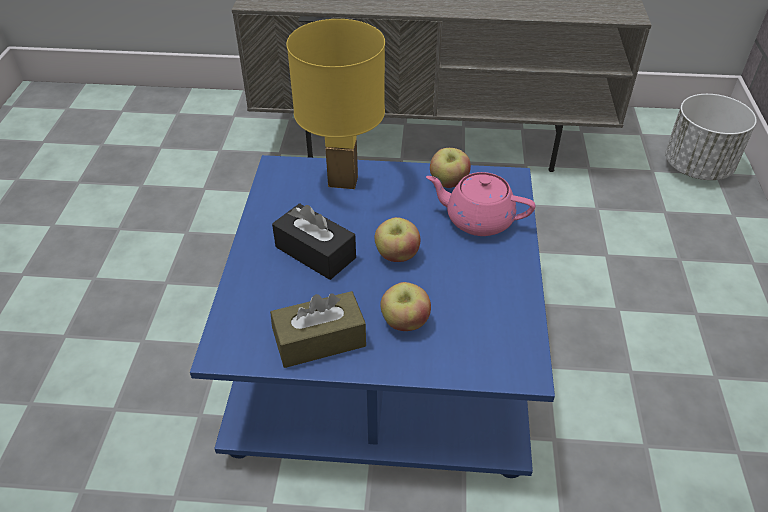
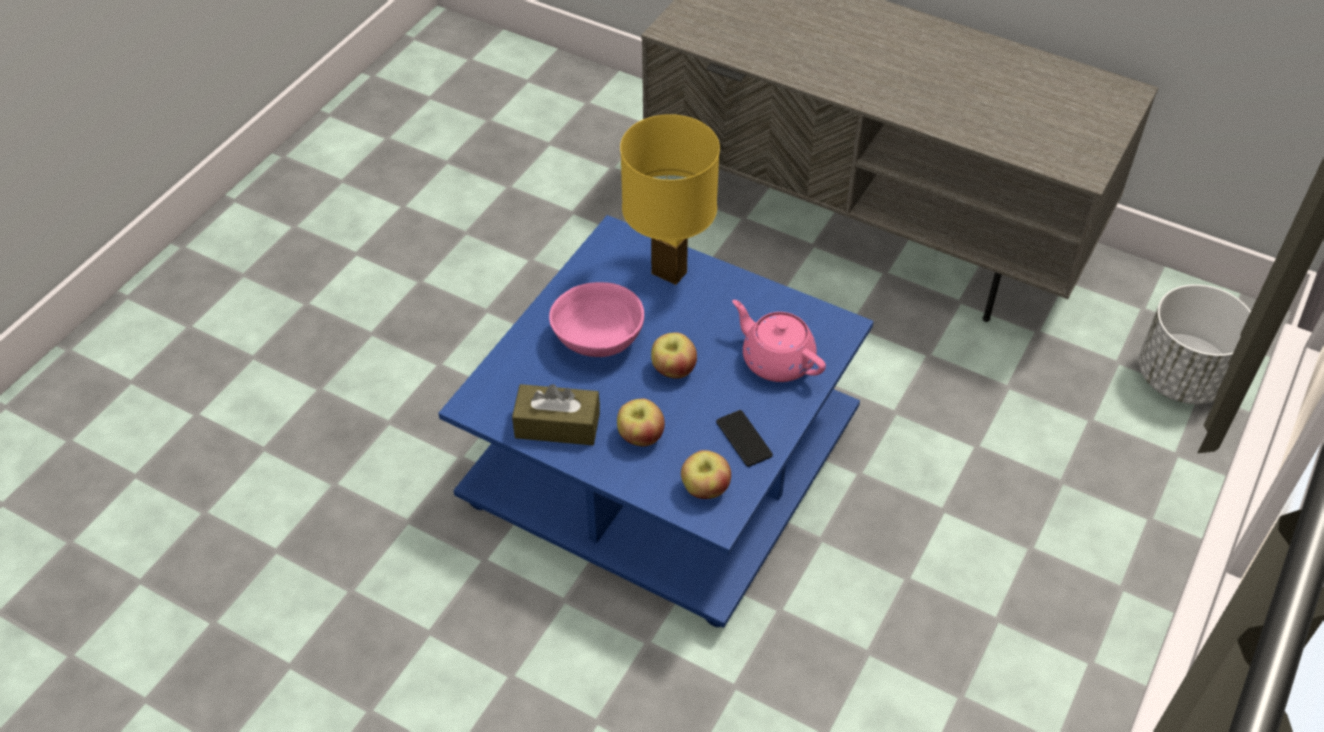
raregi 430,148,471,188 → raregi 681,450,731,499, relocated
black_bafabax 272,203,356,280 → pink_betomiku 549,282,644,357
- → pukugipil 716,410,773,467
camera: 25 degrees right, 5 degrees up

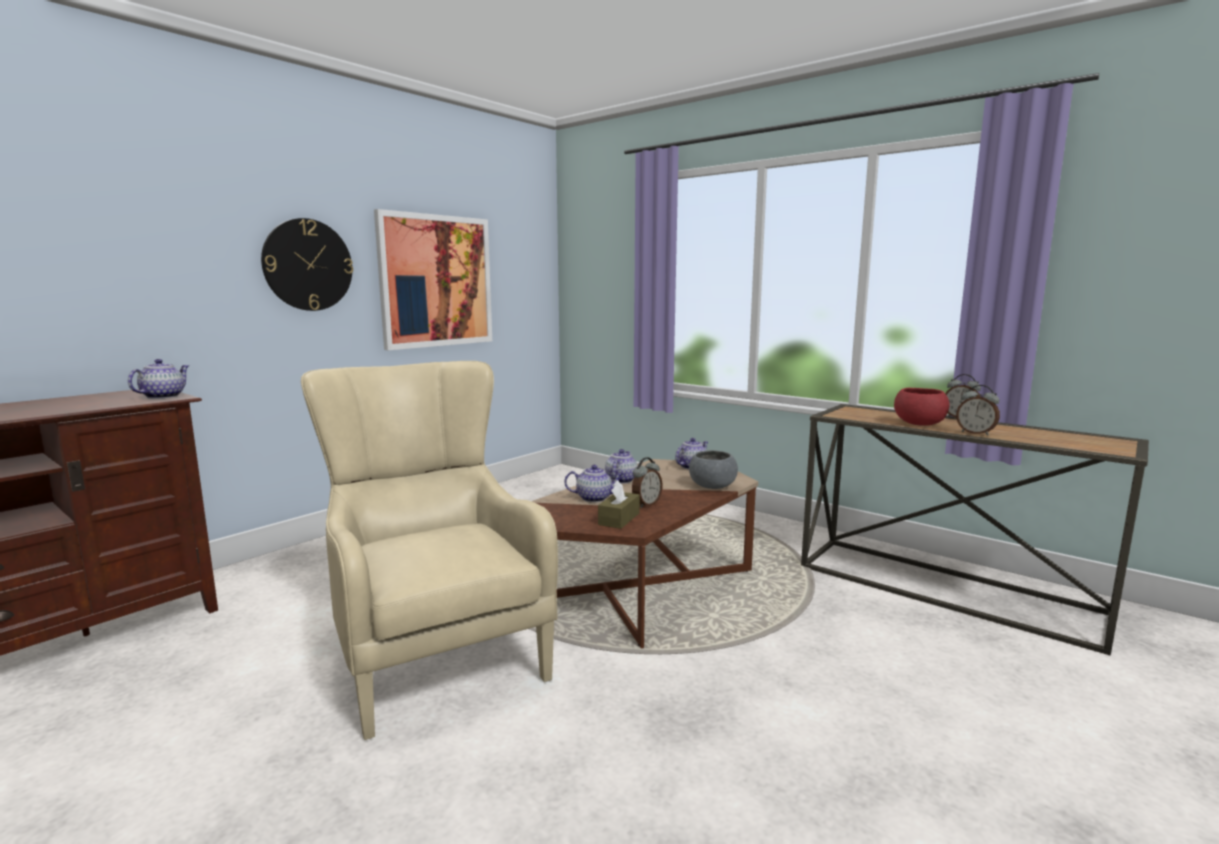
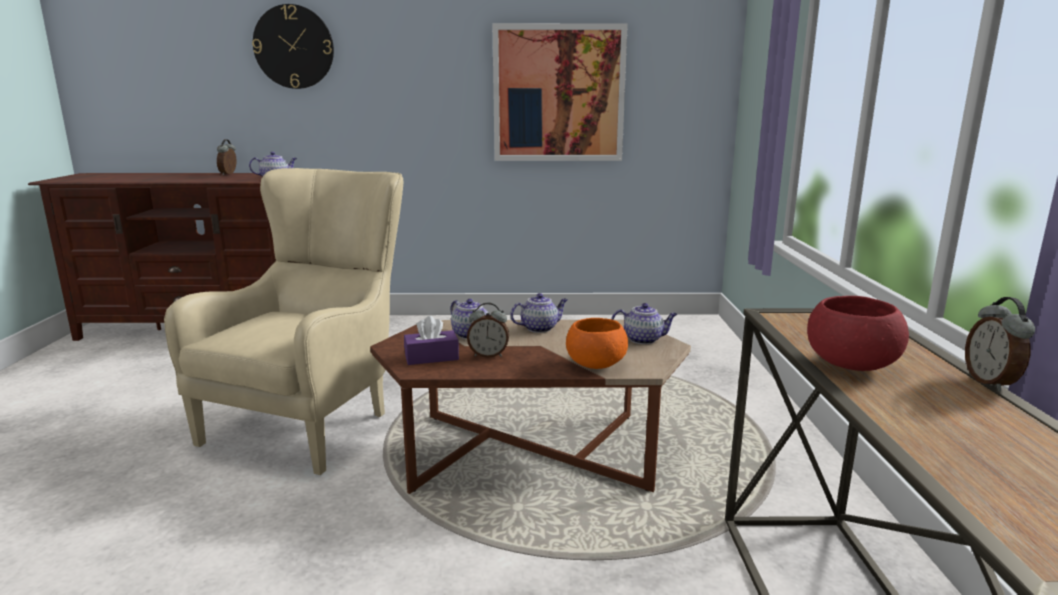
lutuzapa 261,218,353,311 → lutuzapa 252,4,334,89, relocated
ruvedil 956,385,1000,436 → ruvedil 217,139,237,175, relocated
grey_betomiku 689,450,738,489 → orange_betomiku 566,318,628,369
brown_bafabax 598,480,640,529 → purple_bafabax 404,316,459,365
camera: 50 degrees right, 5 degrees up

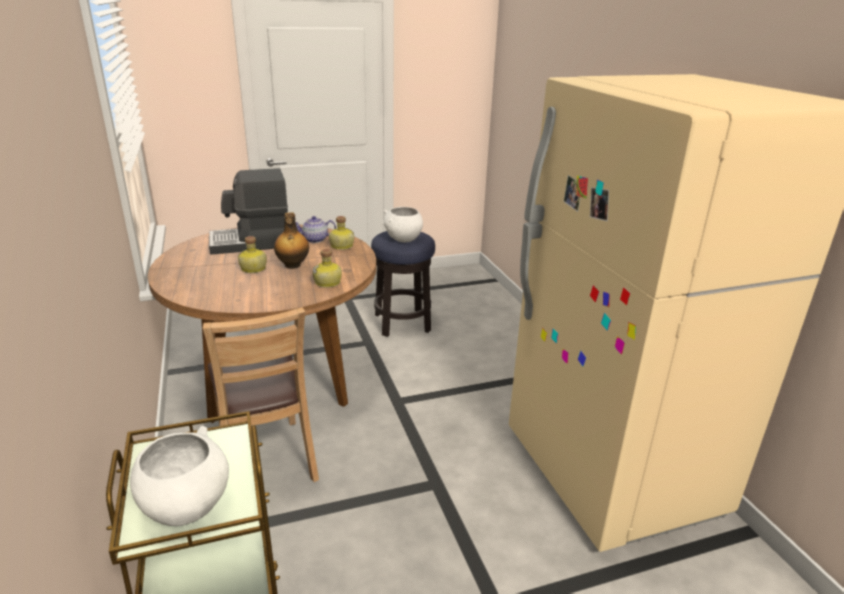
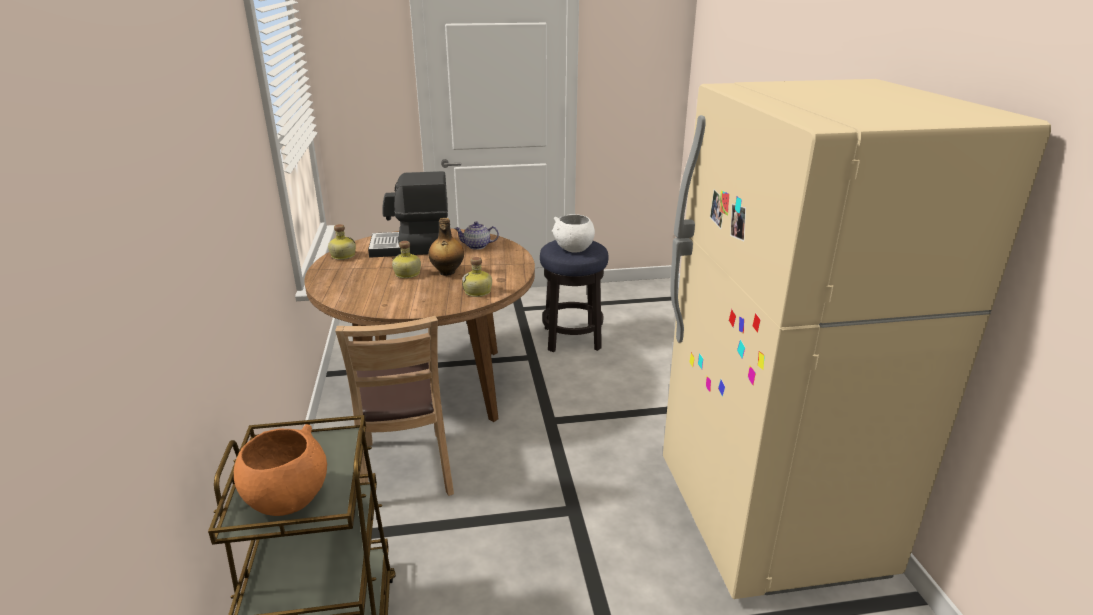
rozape 329,216,354,250 → rozape 328,224,356,260, relocated
white_betomiku 130,426,229,526 → orange_betomiku 234,424,327,516
camera: 10 degrees right, 0 degrees up

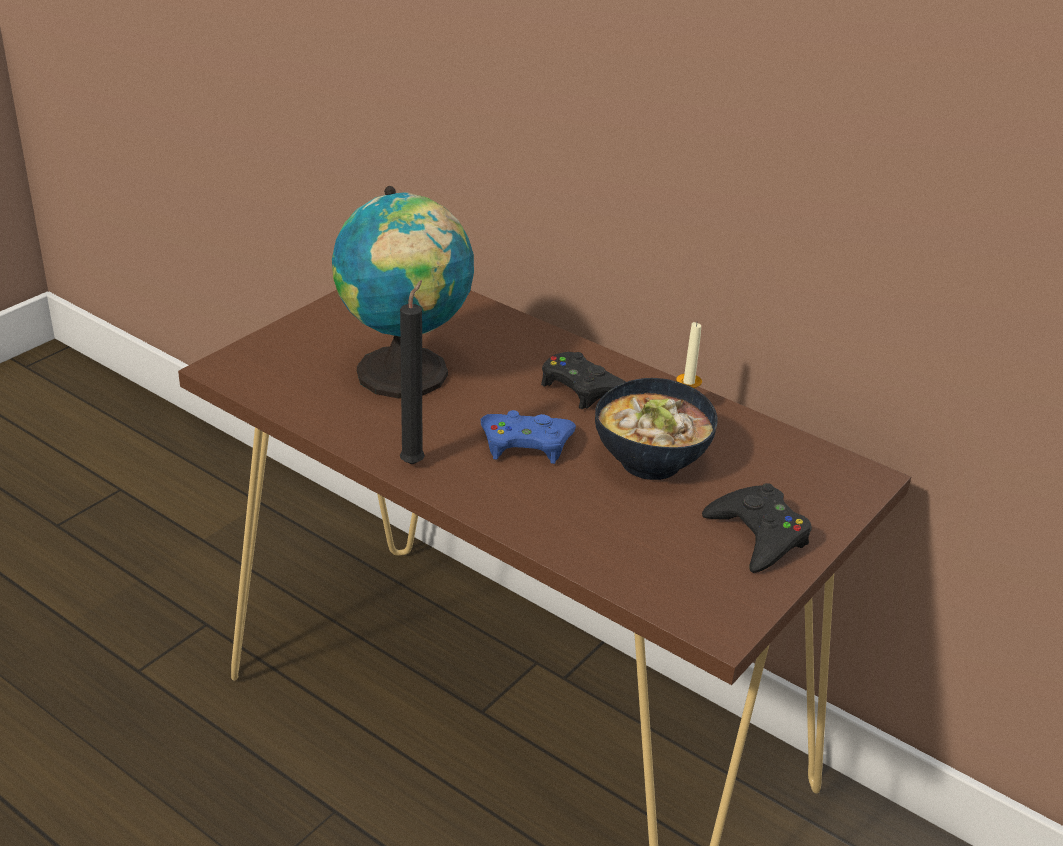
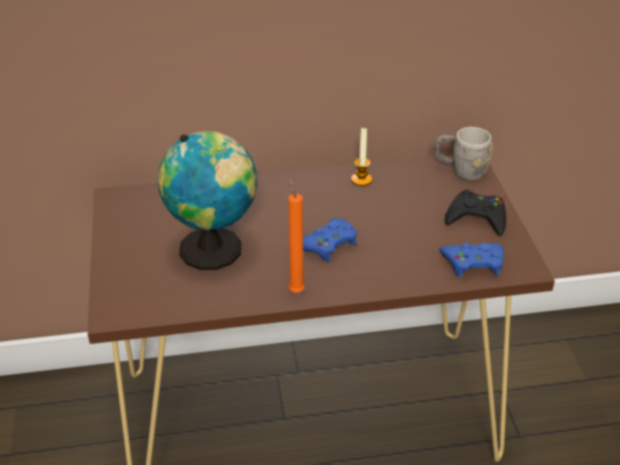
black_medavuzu 400,280,425,464 → orange_medavuzu 288,178,305,292
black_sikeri 541,352,626,409 → -
betomiku 595,378,718,480 → -
- → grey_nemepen 435,127,493,180
- → blue_sikeri 440,243,504,278
camera: 45 degrees left, 5 degrees up

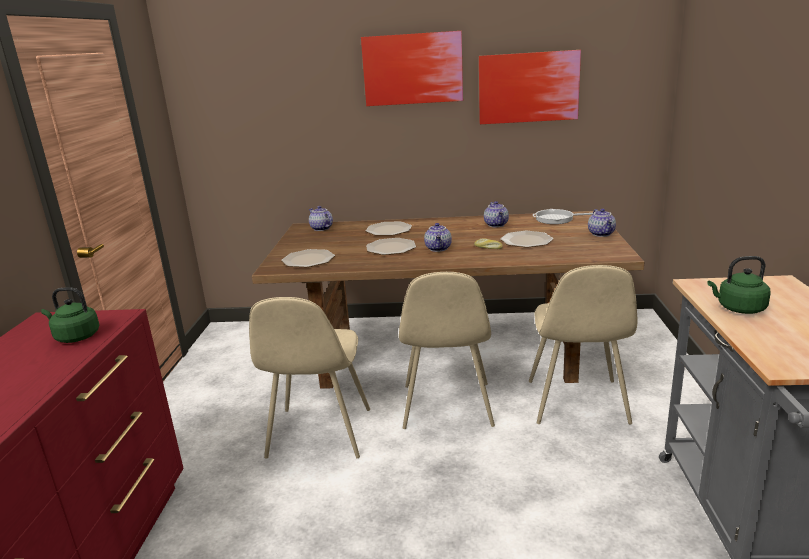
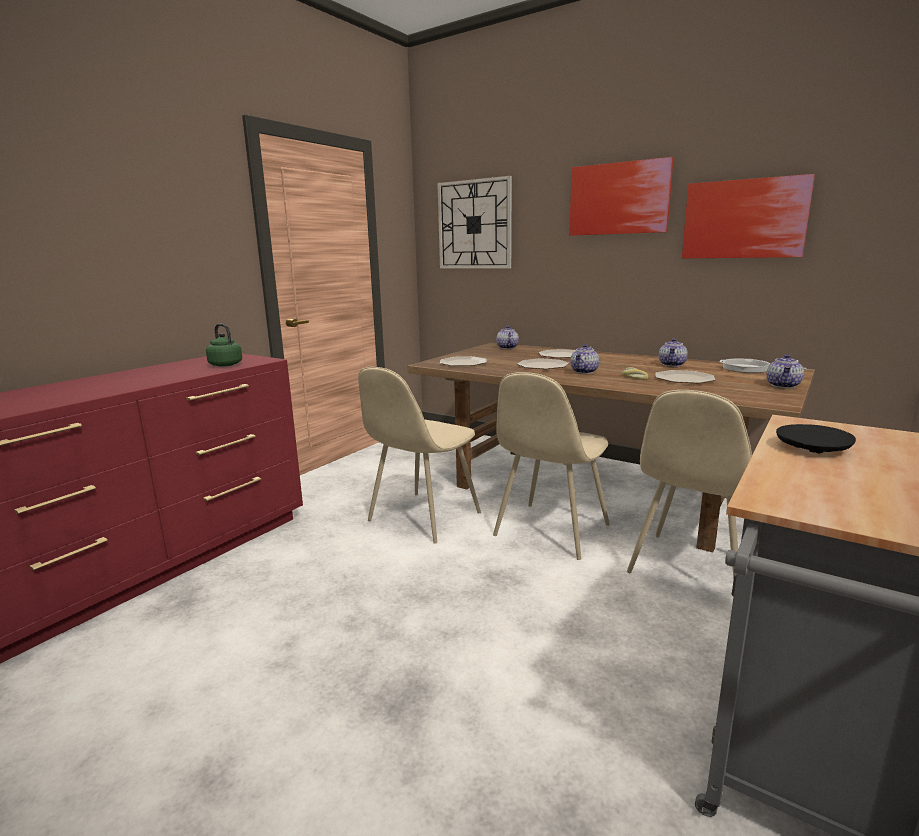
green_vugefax 707,256,771,314 → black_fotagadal 776,424,856,453
- → lutuzapa 437,176,512,269
camera: 30 degrees right, 5 degrees down

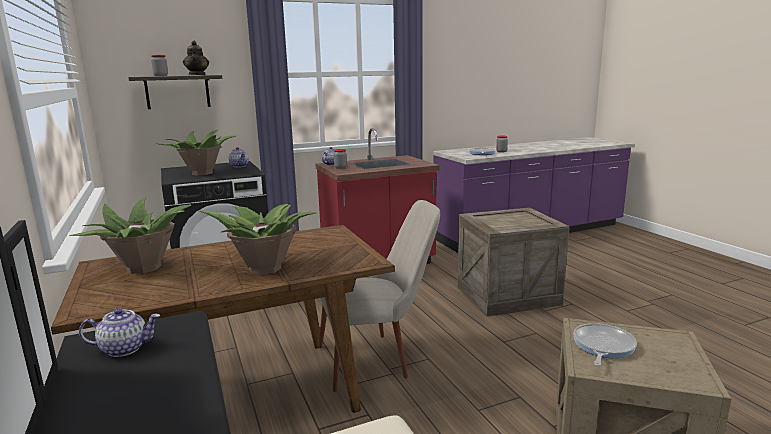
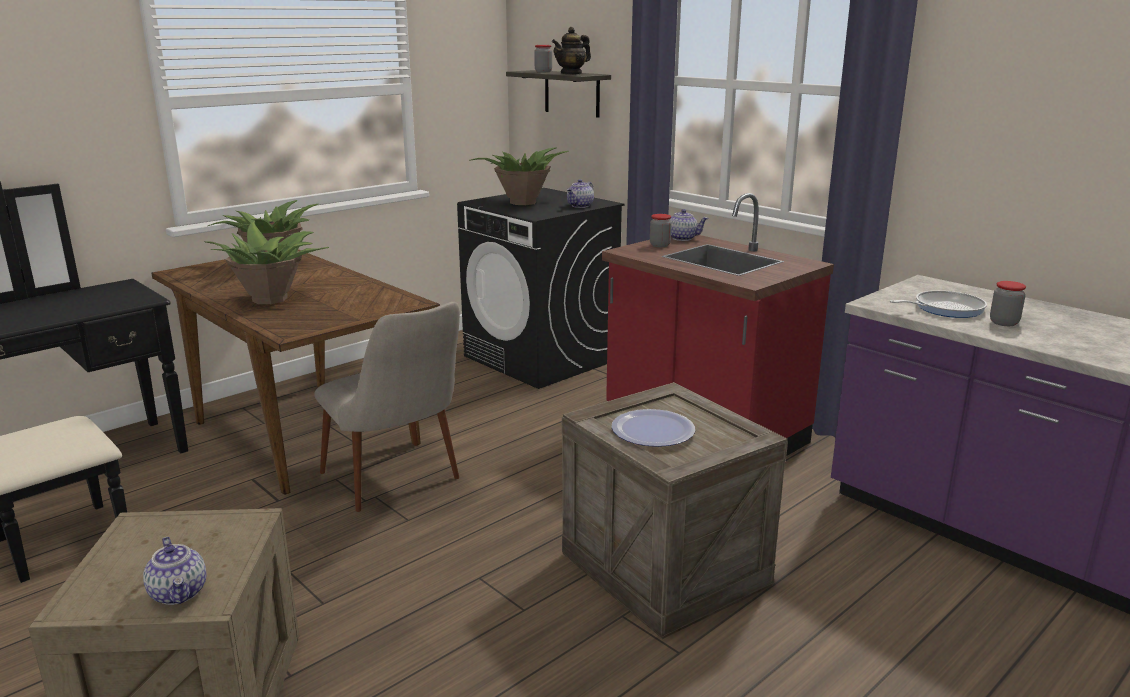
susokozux 79,308,160,357 → susokozux 143,537,206,605, relocated
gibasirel 573,323,637,366 → -
- → fotagadal 611,409,695,447
camera: 70 degrees right, 5 degrees up

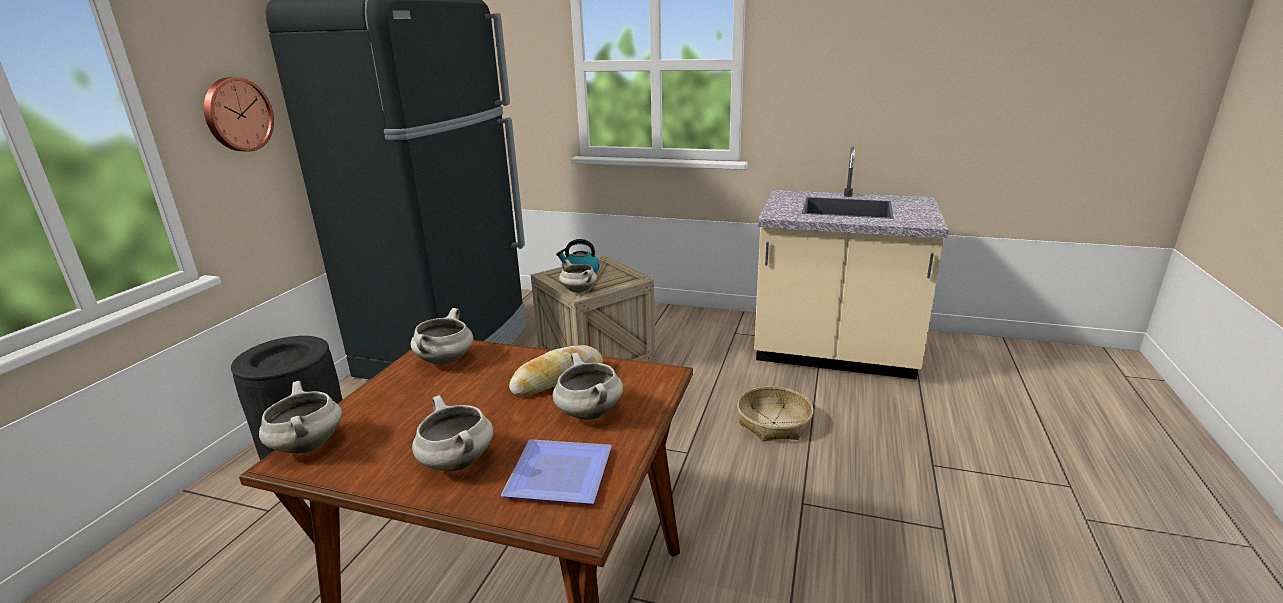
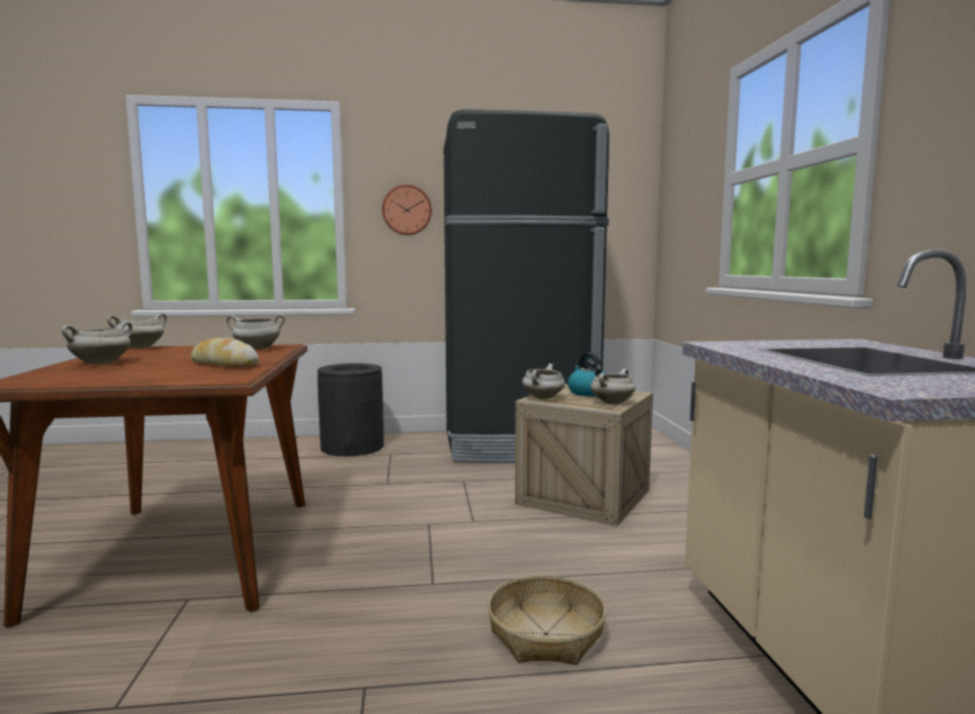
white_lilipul 553,353,623,420 → white_lilipul 590,368,636,404, relocated
fotagadal 501,439,612,504 → -
camera: 65 degrees right, 15 degrees down

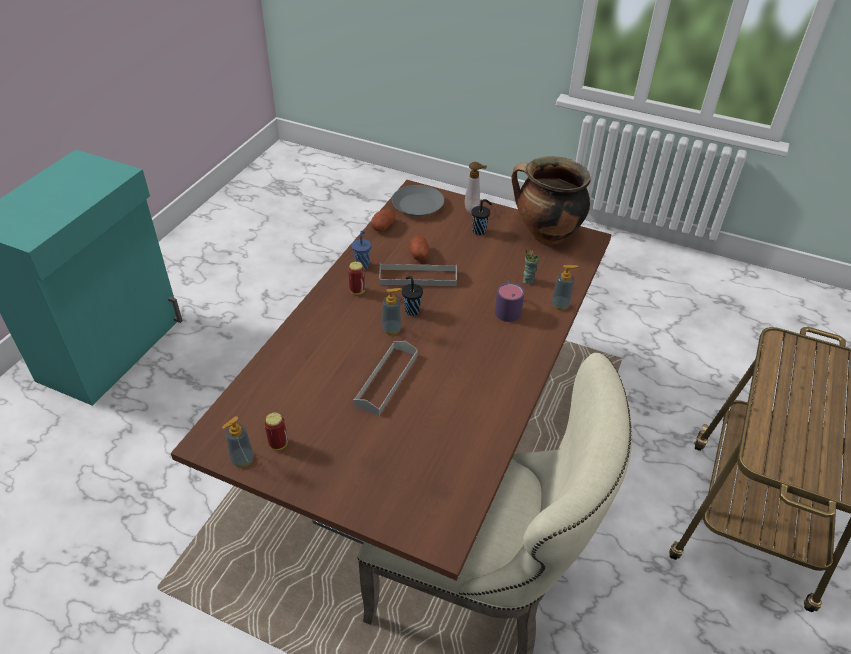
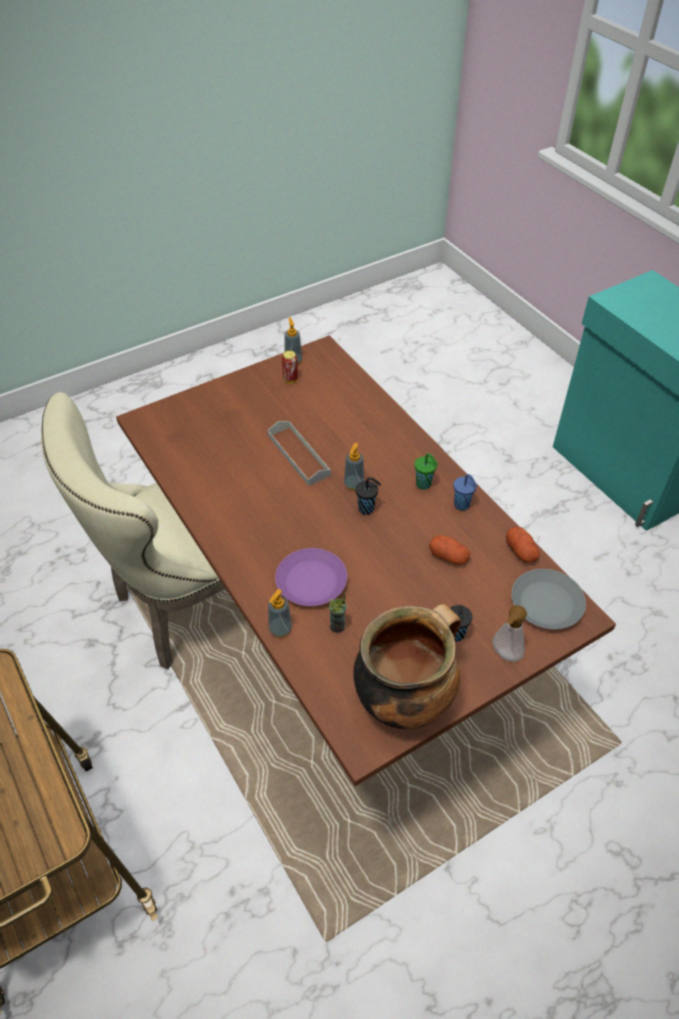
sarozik 348,261,365,295 → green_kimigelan 414,453,438,490
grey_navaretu 379,263,457,286 → -
purple_nemepen 495,280,524,322 → purple_fotagadal 275,548,347,606
camera: 125 degrees right, 5 degrees up

